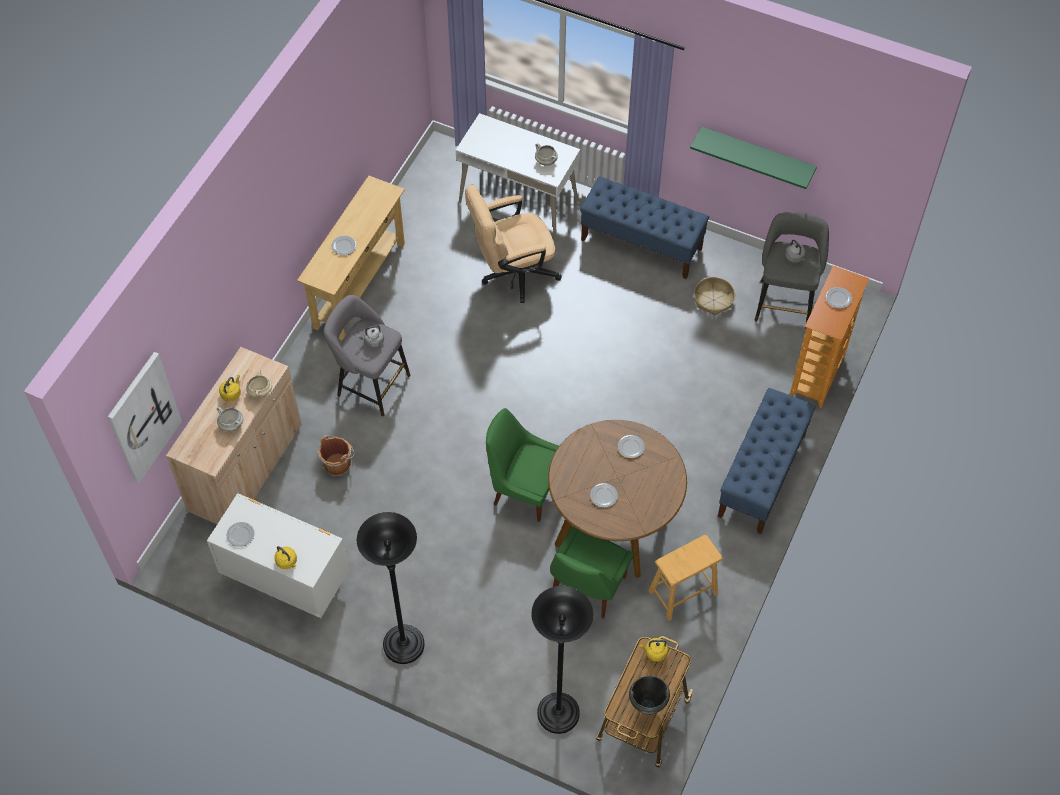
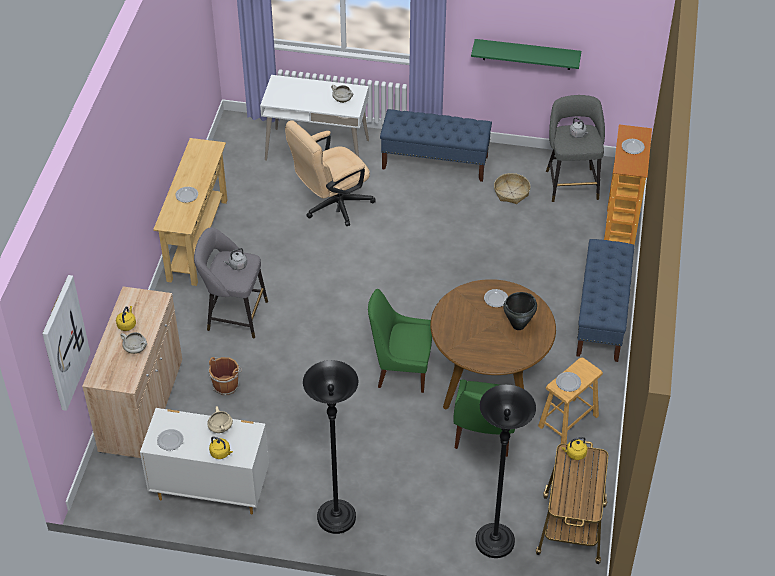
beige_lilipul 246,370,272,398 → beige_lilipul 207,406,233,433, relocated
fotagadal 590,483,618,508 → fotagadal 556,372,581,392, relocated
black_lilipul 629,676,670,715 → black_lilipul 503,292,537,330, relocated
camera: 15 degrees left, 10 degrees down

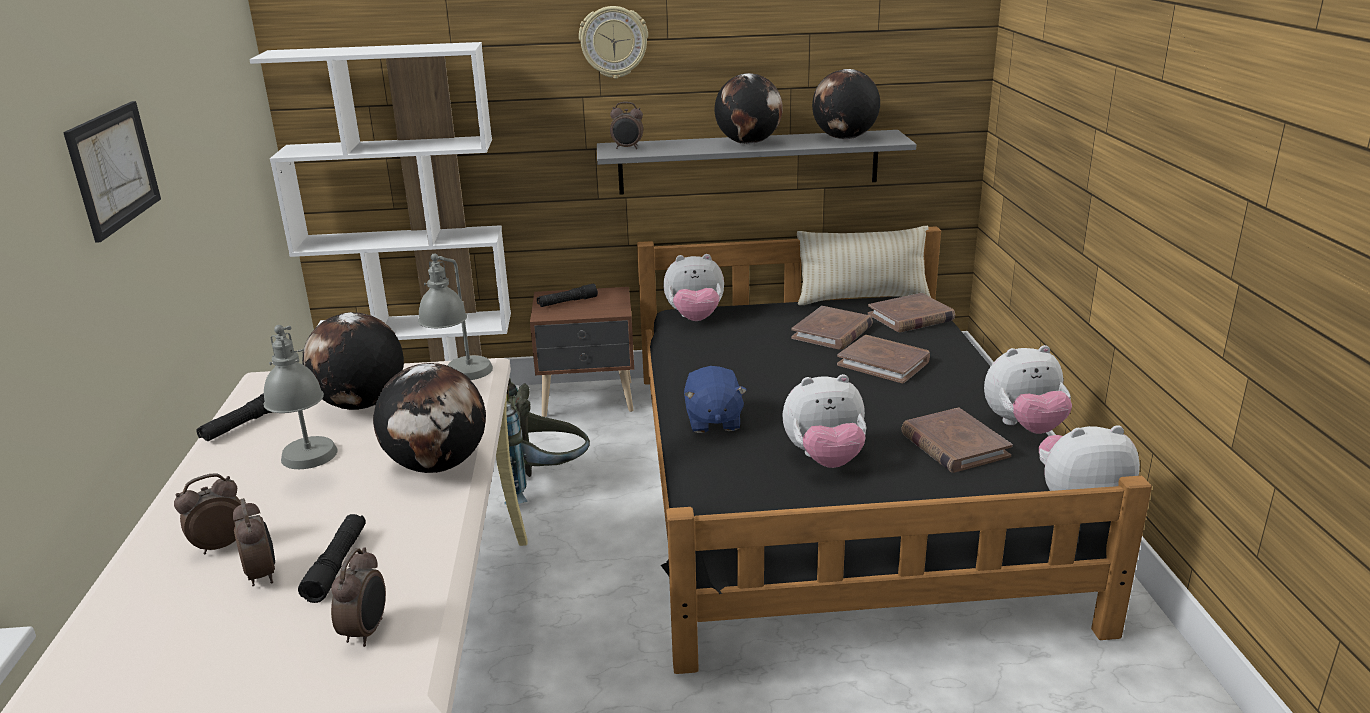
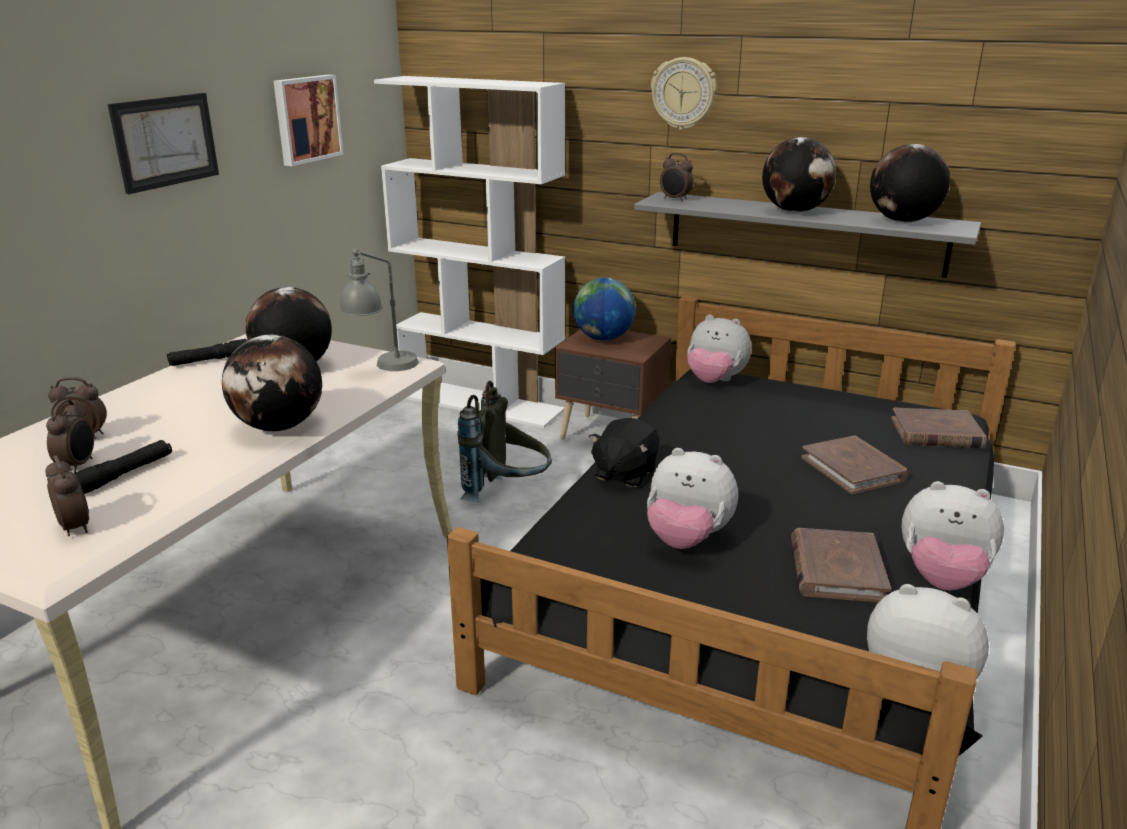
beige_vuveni 797,226,931,305 → -
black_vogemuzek 537,284,598,307 → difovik 573,278,635,341
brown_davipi 791,306,873,350 → -
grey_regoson 264,325,338,469 → -
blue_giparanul 684,366,747,433 → black_giparanul 589,418,659,487
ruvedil 331,547,386,647 → ruvedil 45,455,89,536, 75 degrees counterclockwise
- → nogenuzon 273,75,344,166
camera: 30 degrees right, 0 degrees up

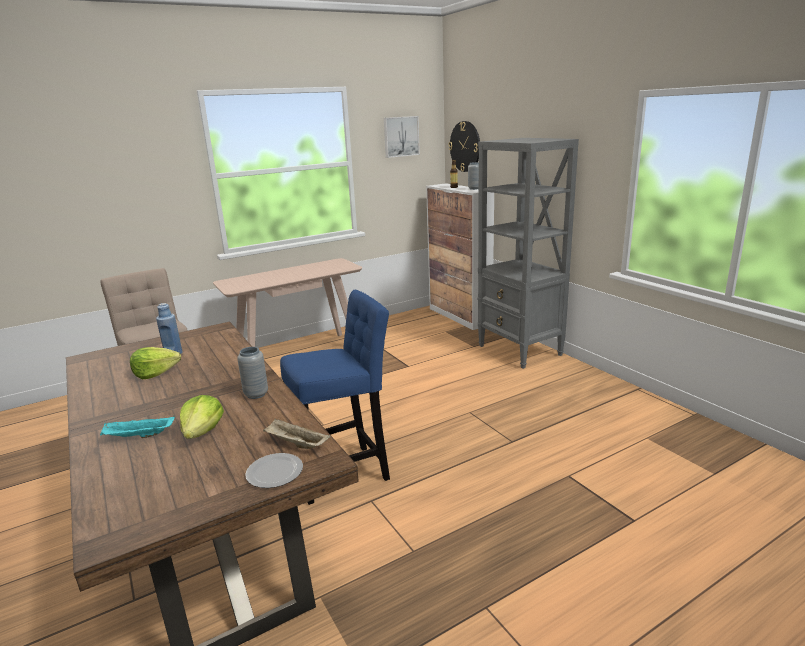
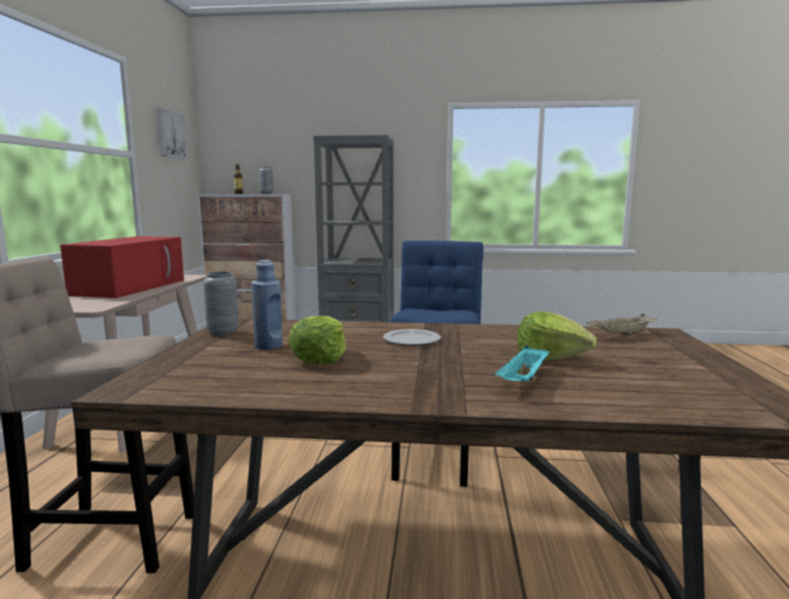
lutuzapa 449,121,480,172 → -
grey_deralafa 237,347,268,399 → grey_deralafa 203,271,239,335, relocated
fotagadal 245,453,303,488 → fotagadal 383,329,441,346, relocated
- → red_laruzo 60,236,184,298
camera: 55 degrees left, 10 degrees down

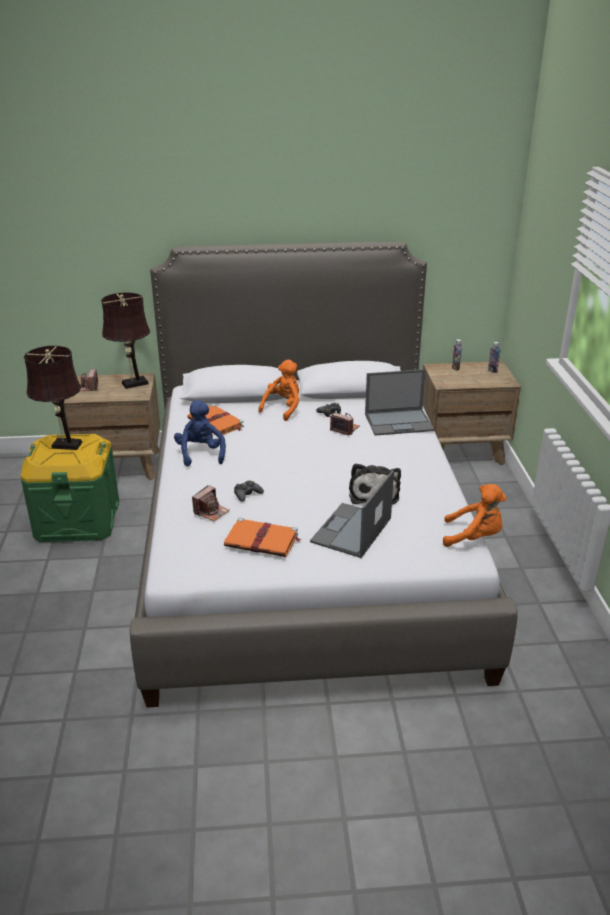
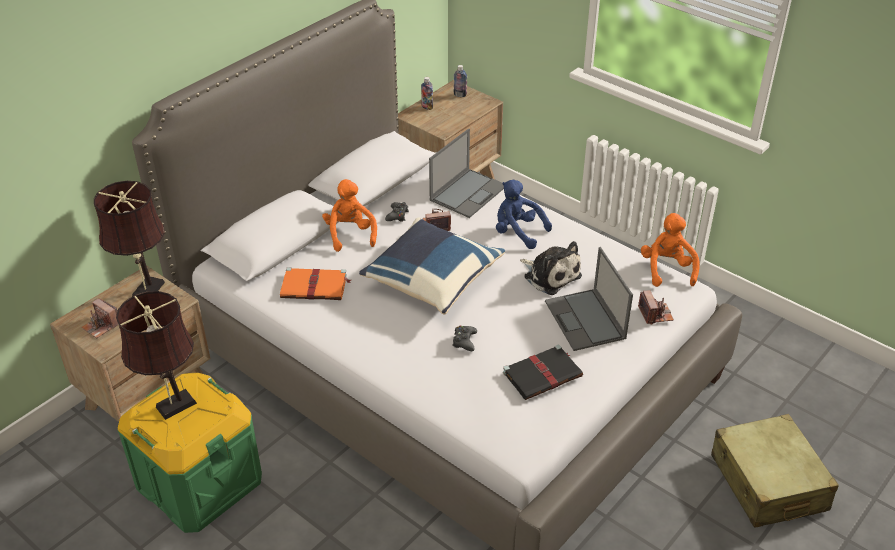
blue_giparanul 174,400,226,467 → blue_giparanul 496,180,552,249, relocated
orange_giparanul 443,484,507,547 → orange_giparanul 641,213,700,287, 60 degrees counterclockwise
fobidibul 192,485,230,521 → fobidibul 638,290,674,325, relocated
orange_davipi 224,518,301,557 → black_davipi 503,345,583,400
- → blue_vuveni 359,217,505,315
- → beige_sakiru 711,414,839,528
camera: 45 degrees left, 10 degrees up

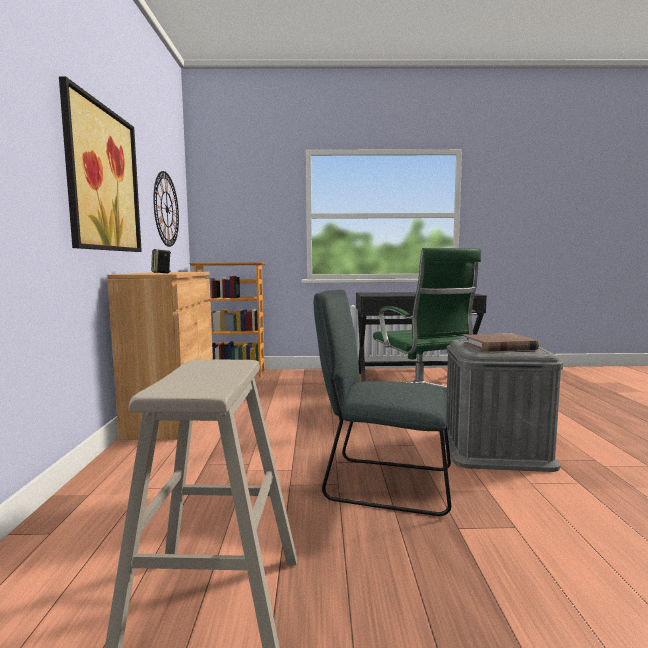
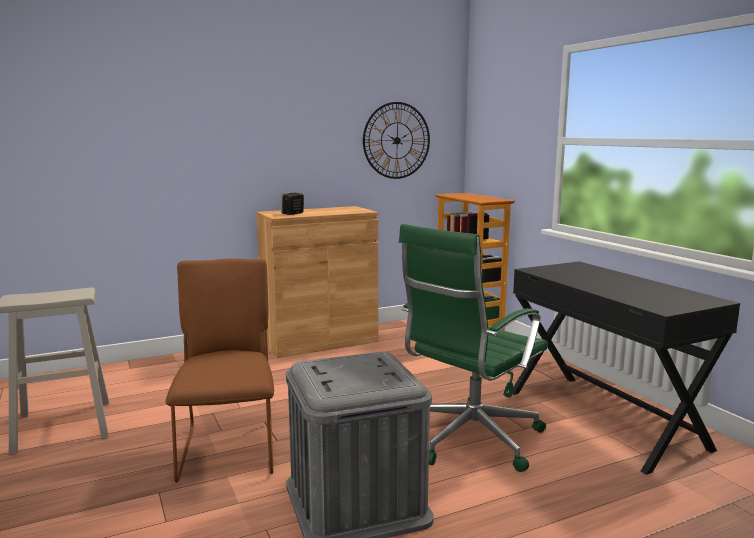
nogenuzon 59,76,142,252 → -
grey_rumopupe 314,289,451,516 → brown_rumopupe 166,258,274,483
brown_davipi 464,333,539,352 → -
camera: 65 degrees right, 5 degrees up

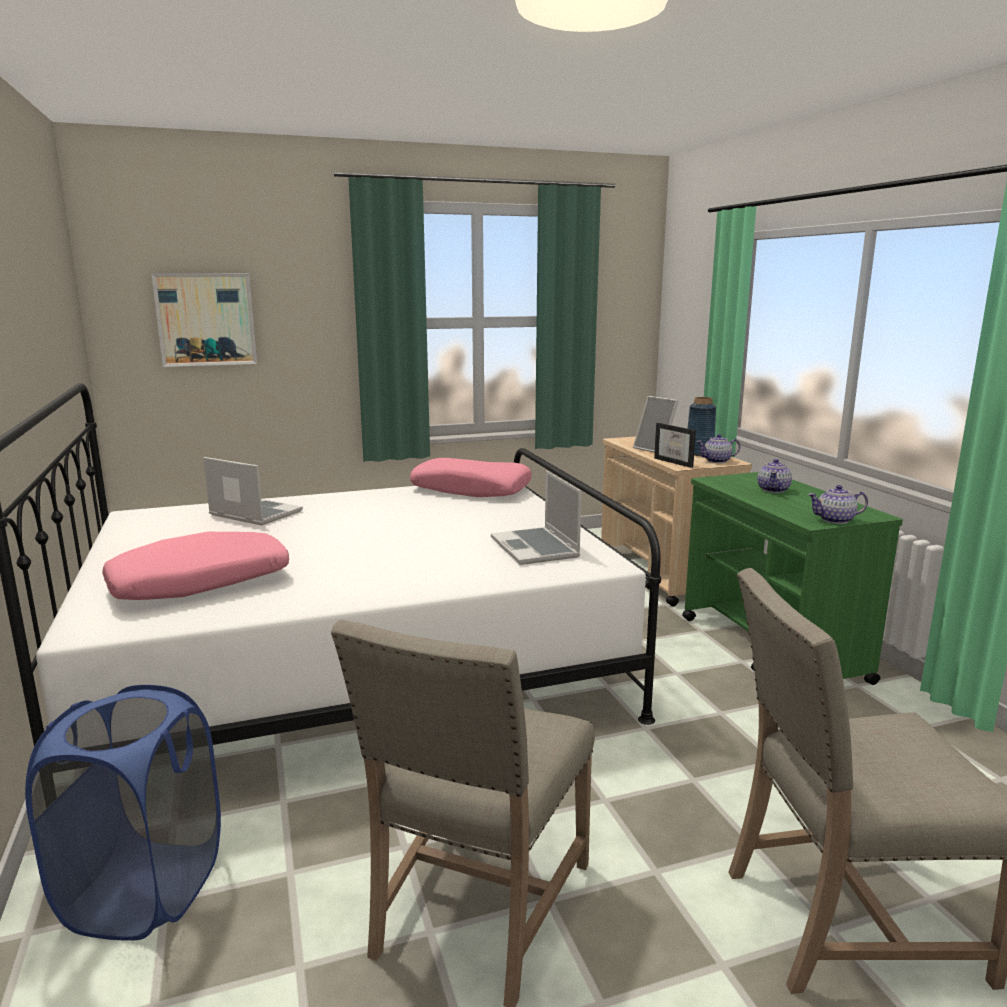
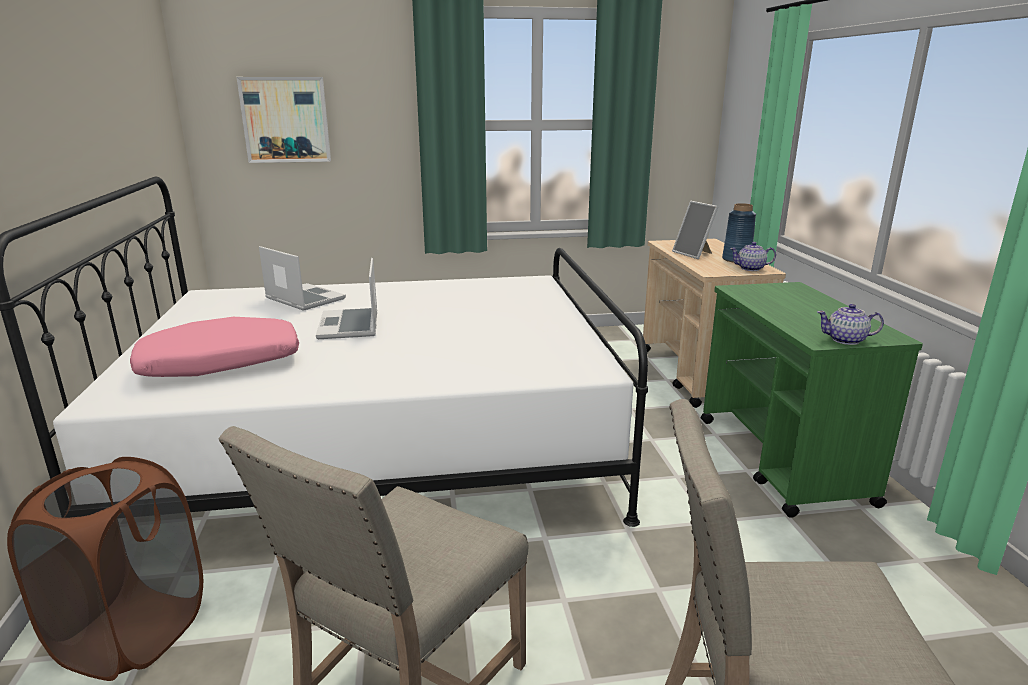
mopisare 654,423,696,468 → -
pink_vuveni 410,458,532,497 → -
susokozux 757,459,792,493 → -
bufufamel 491,471,582,565 → bufufamel 316,258,377,339, relocated
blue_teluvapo 25,685,221,941 → brown_teluvapo 7,457,203,681
camera: 10 degrees right, 5 degrees up

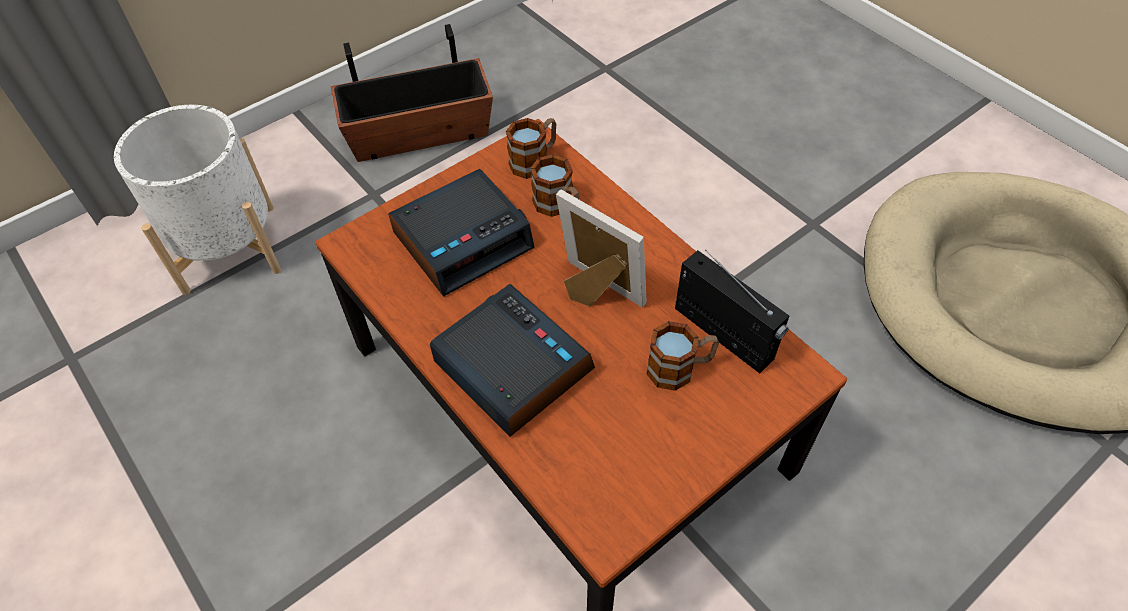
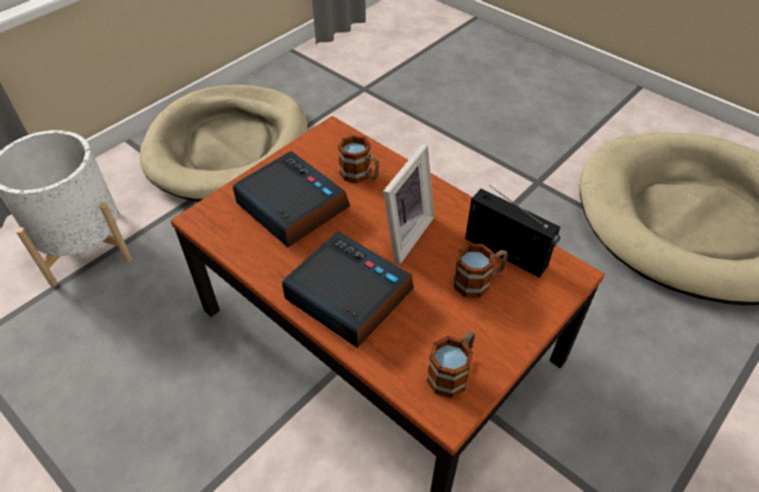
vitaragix 331,24,493,162 → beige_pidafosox 140,85,308,202
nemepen 506,118,556,179 → nemepen 427,331,475,398, relocated
ruvedil 388,169,535,297 → ruvedil 233,151,350,247, 90 degrees counterclockwise
mopisare 556,190,647,308 → mopisare 383,144,434,265, 90 degrees clockwise
camera: 10 degrees left, 5 degrees down

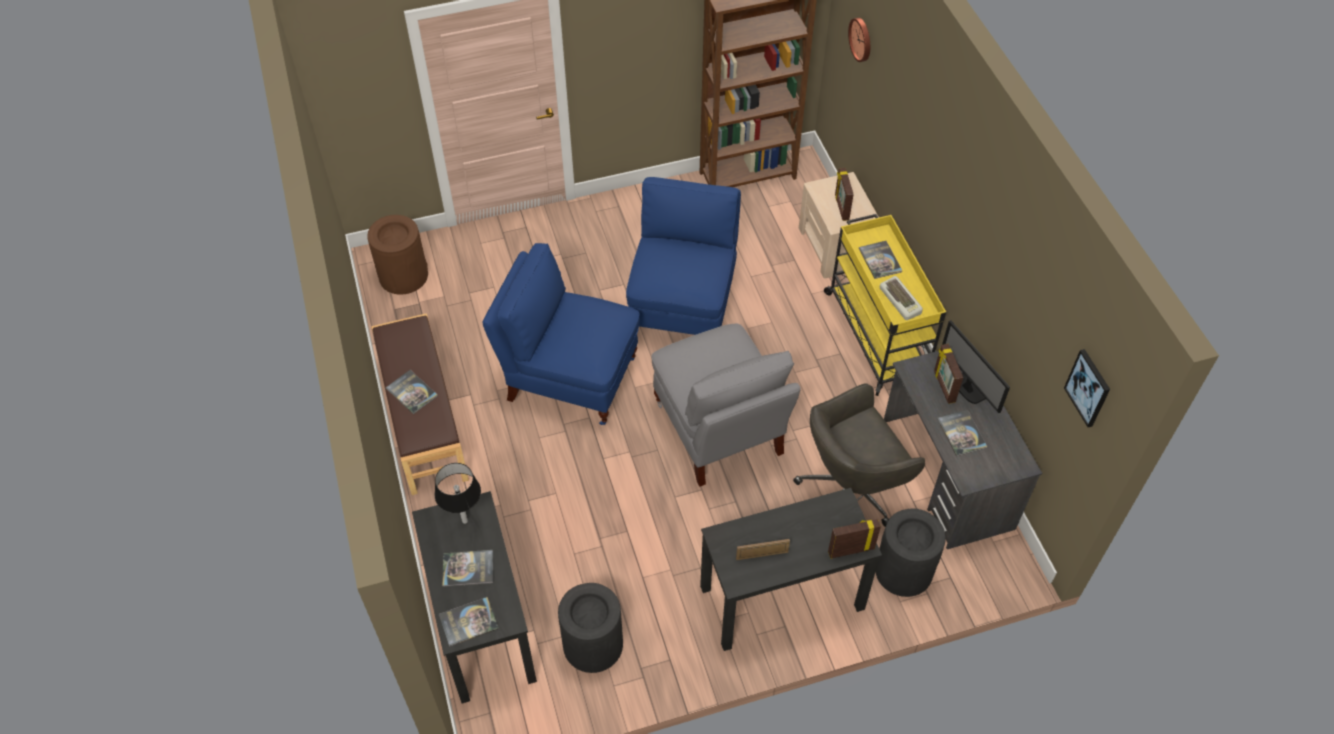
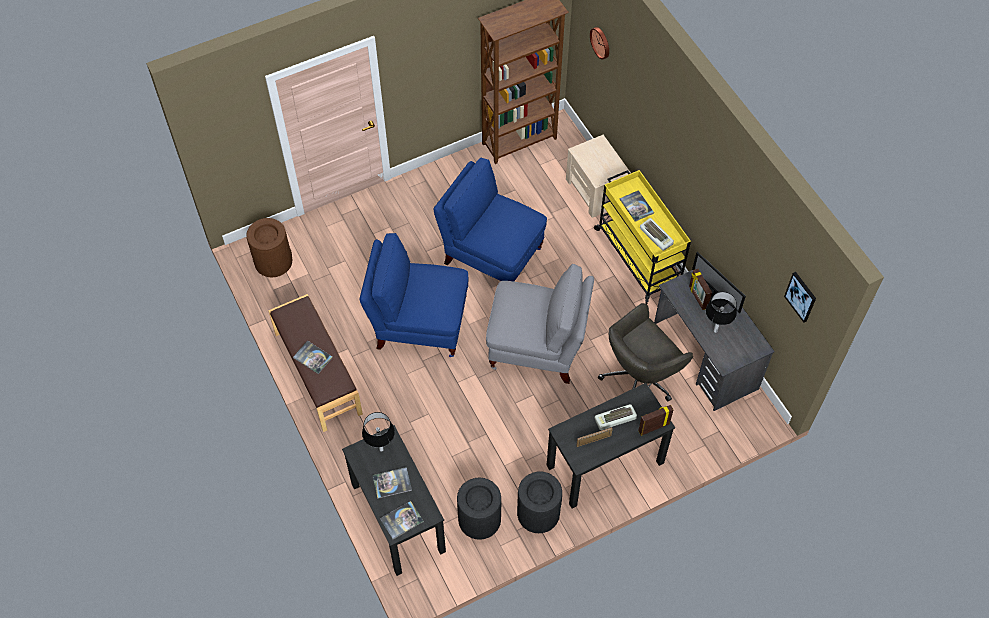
mopisare 835,168,854,221 → -
blue_rumopupe 626,177,741,335 → blue_rumopupe 434,158,547,282, 60 degrees counterclockwise
grey_rumopupe 651,324,800,487 → grey_rumopupe 486,264,594,384, 45 degrees counterclockwise
davipi 937,410,987,456 → black_regoson 706,292,737,333
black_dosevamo 876,508,946,597 → black_dosevamo 517,471,562,533, relocated
- → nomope 595,404,637,430
camera: 10 degrees left, 5 degrees up

